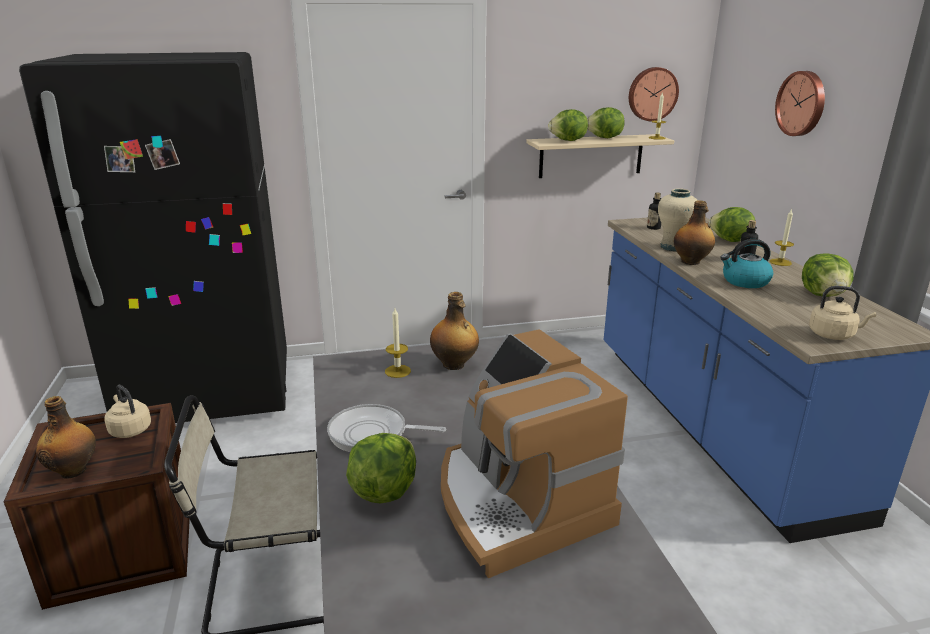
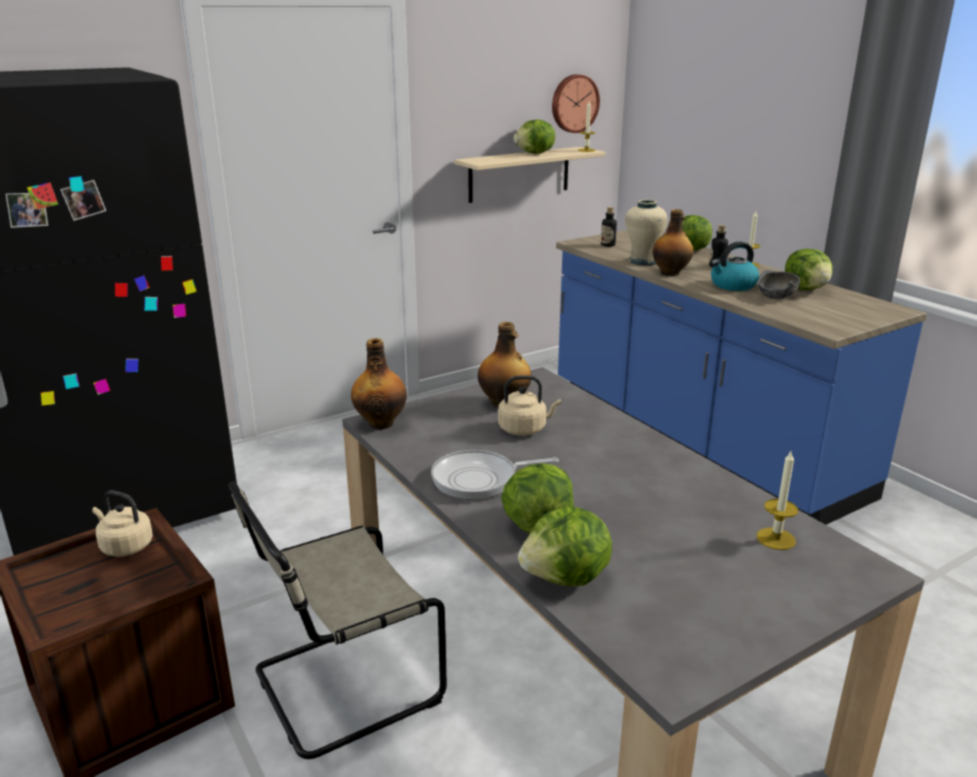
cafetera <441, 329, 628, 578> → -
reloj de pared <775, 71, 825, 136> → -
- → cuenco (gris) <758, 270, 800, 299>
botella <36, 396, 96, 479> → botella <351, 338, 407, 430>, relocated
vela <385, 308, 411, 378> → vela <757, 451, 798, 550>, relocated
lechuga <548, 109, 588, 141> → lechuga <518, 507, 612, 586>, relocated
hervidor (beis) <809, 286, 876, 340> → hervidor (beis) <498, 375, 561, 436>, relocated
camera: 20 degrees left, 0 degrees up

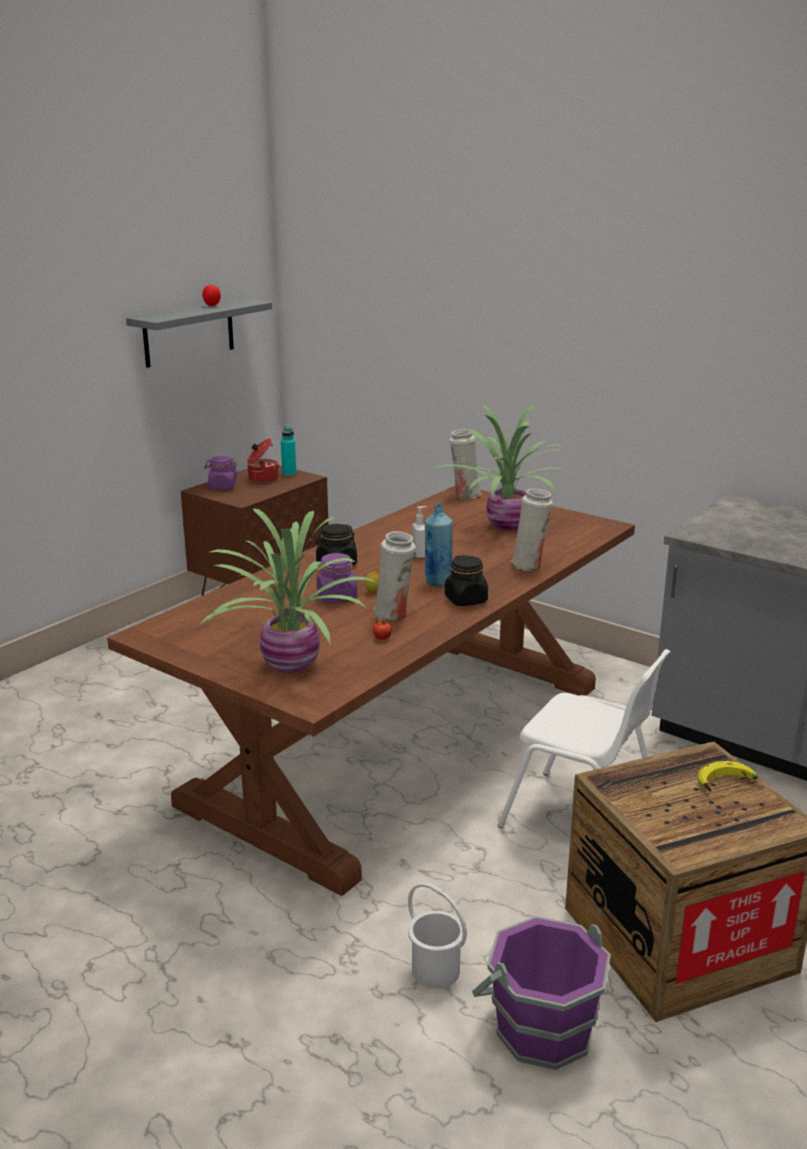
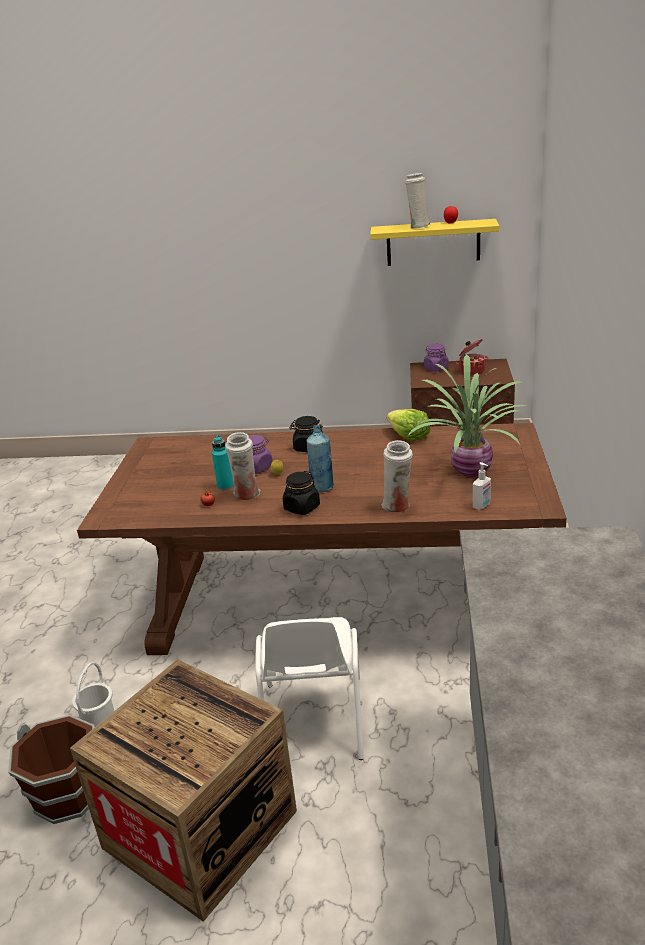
planta en maceta <201, 508, 378, 673> → -
plátano <697, 761, 758, 792> → -
- → lechuga <386, 409, 431, 441>
botella (turquesa) <281, 427, 296, 476> → botella (turquesa) <212, 436, 234, 490>, relocated
dispensador de jabón <412, 506, 427, 558> → dispensador de jabón <473, 462, 491, 510>, relocated
florero (blanco) <450, 429, 482, 499> → florero (blanco) <405, 173, 430, 229>, relocated
estante (gris) <126, 299, 272, 368> → estante (amarillo) <370, 219, 499, 266>
cubo (morado) <472, 916, 611, 1070> → cubo (marrón) <8, 715, 95, 824>
camera: 60 degrees right, 5 degrees up

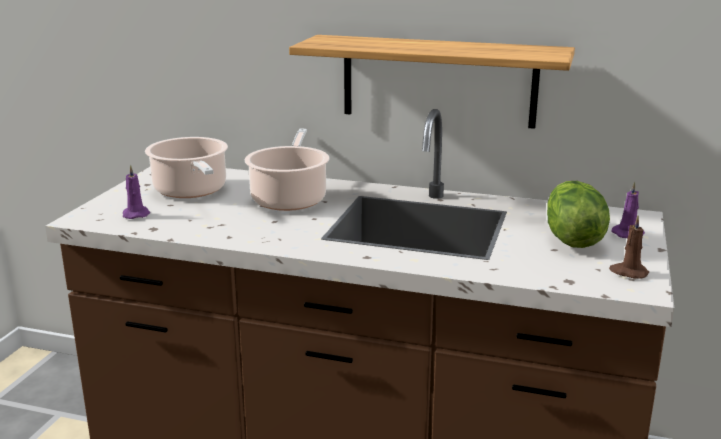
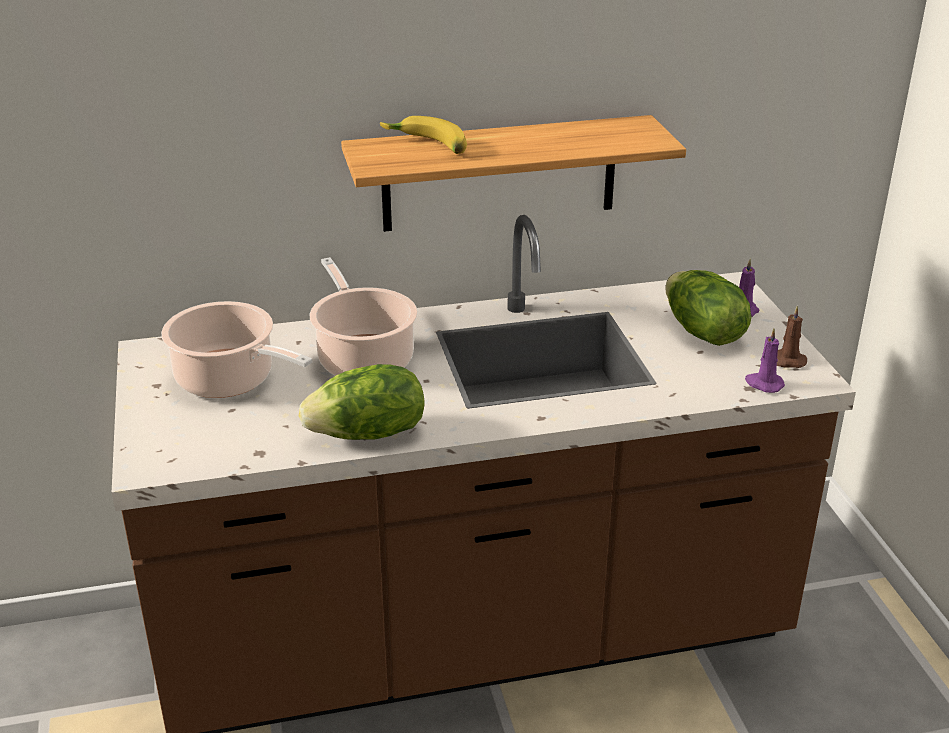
- → lechuga <299, 364, 425, 440>
- → plátano <380, 116, 467, 154>
vela (morado) <123, 165, 150, 219> → vela (morado) <745, 328, 785, 393>, relocated
camera: 30 degrees left, 10 degrees up

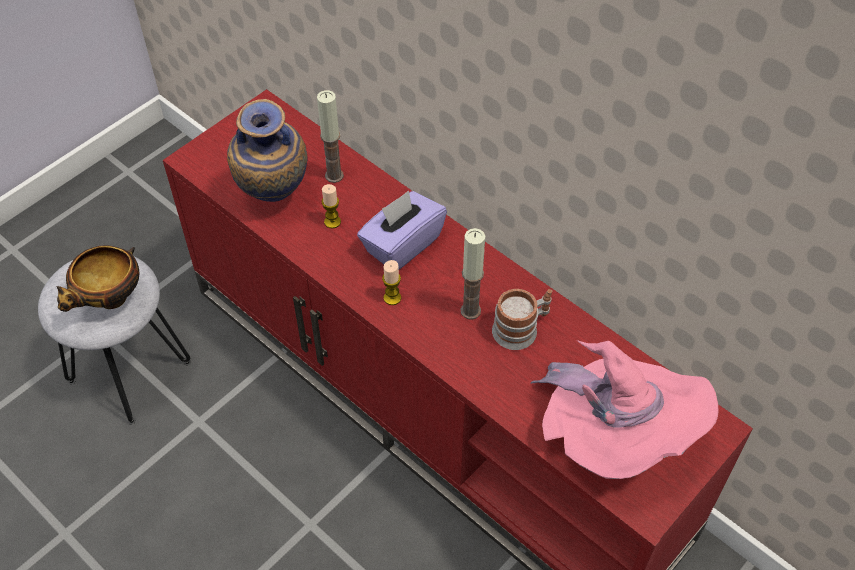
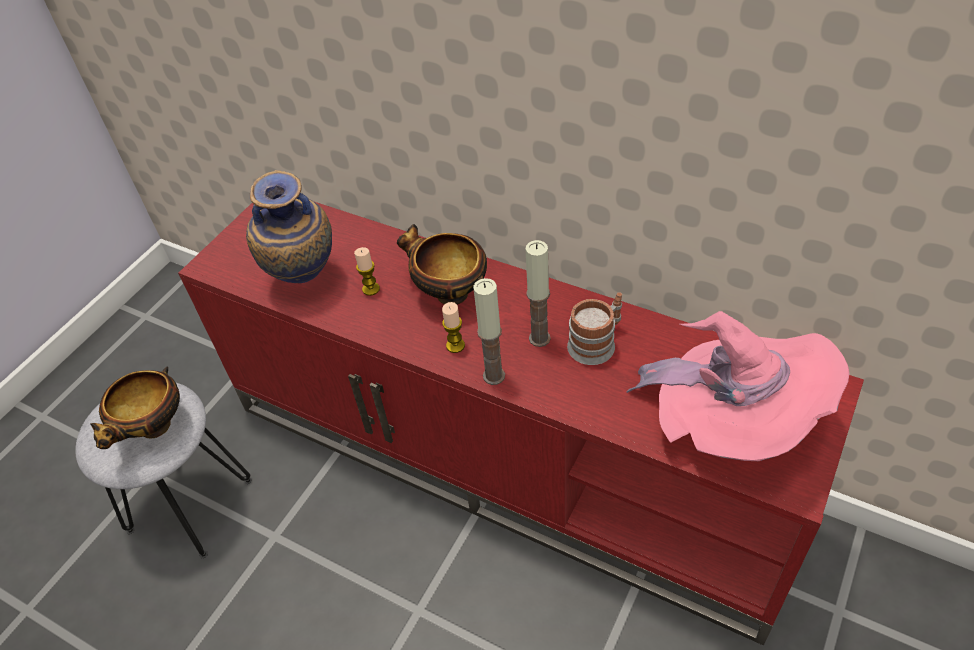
vela <317, 90, 344, 183> → vela <473, 278, 505, 385>, relocated
caja de pañuelos (morado) <357, 190, 447, 269> → cuenco <397, 224, 487, 305>
camera: 10 degrees left, 5 degrees down

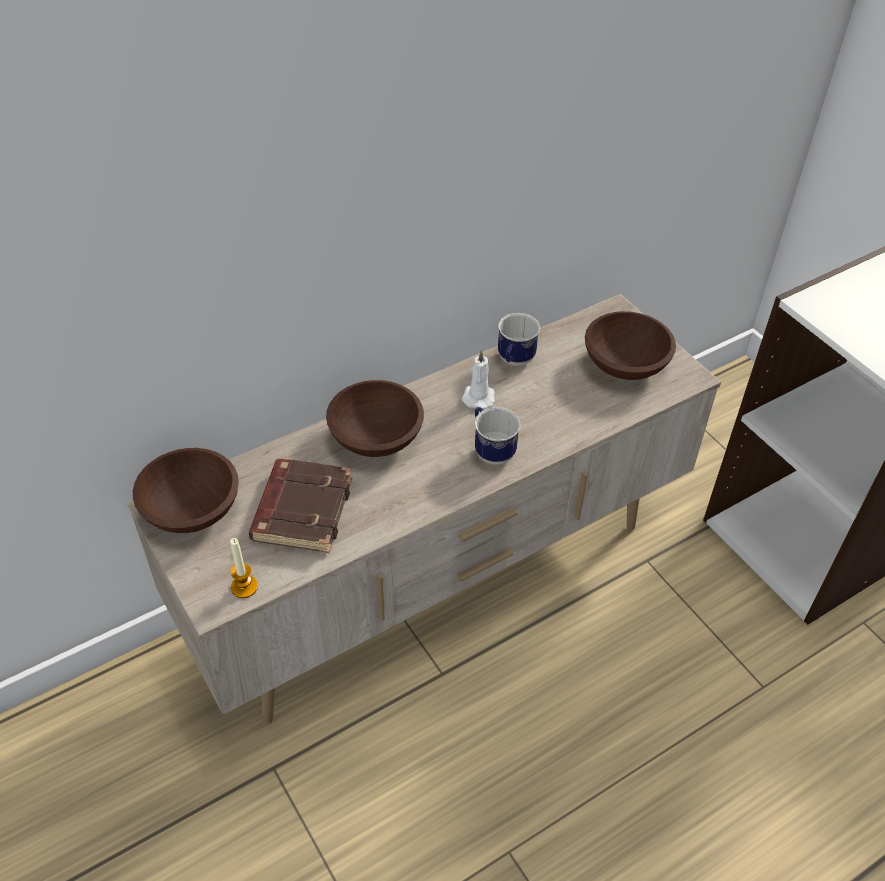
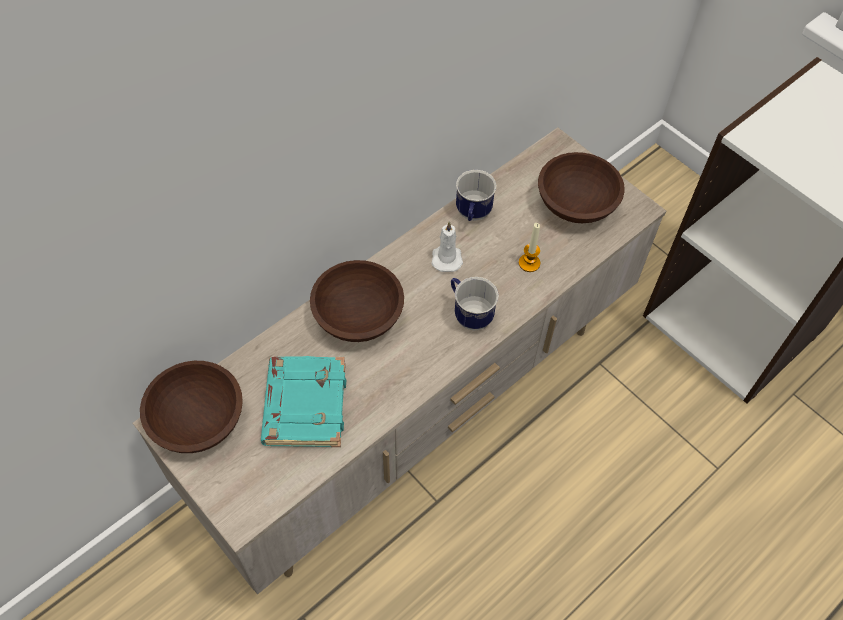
vela <230, 538, 258, 598> → vela <519, 223, 540, 272>, relocated
libro (marrón) <249, 459, 352, 553> → libro (turquesa) <261, 356, 346, 447>
camera: 10 degrees left, 10 degrees up

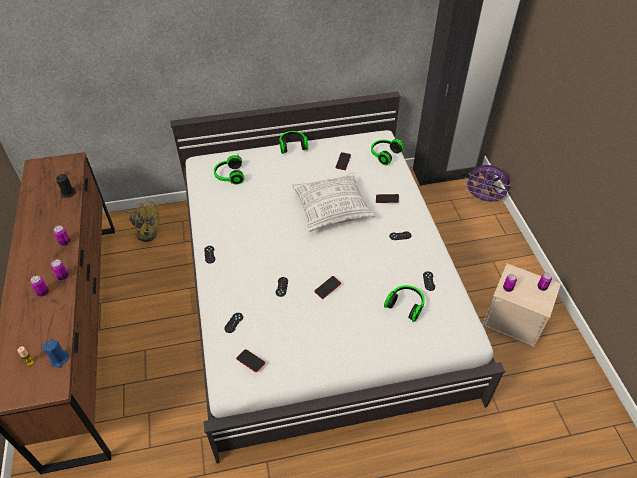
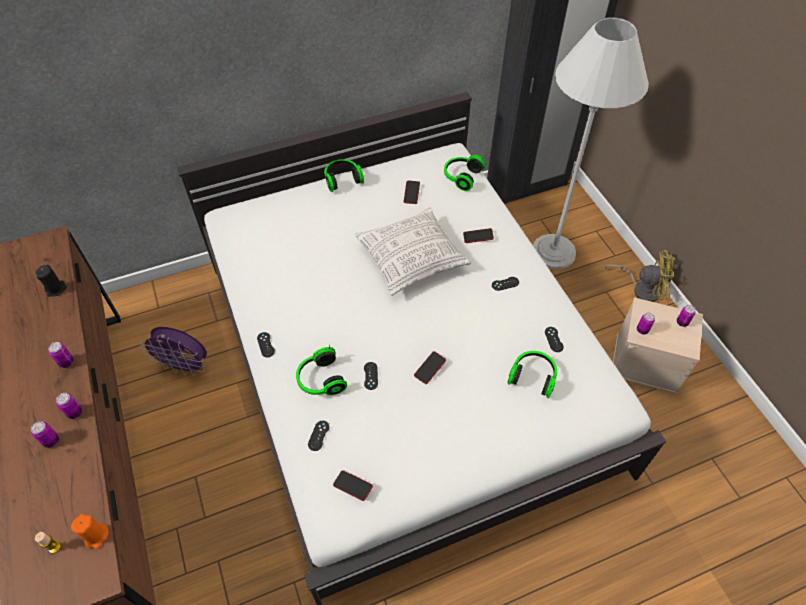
- → lámpara de pie (blanco) <533, 17, 649, 269>
ventilador (amarillo) <124, 201, 160, 242> → ventilador (amarillo) <605, 250, 675, 302>, relocated
auriculares <214, 155, 245, 185> → auriculares <296, 344, 347, 395>, relocated
ventilador (morado) <464, 165, 511, 205> → ventilador (morado) <140, 327, 207, 376>, relocated
vela (azul) <43, 339, 69, 368> → vela (naranja) <71, 514, 109, 549>
camera: 10 degrees left, 5 degrees up

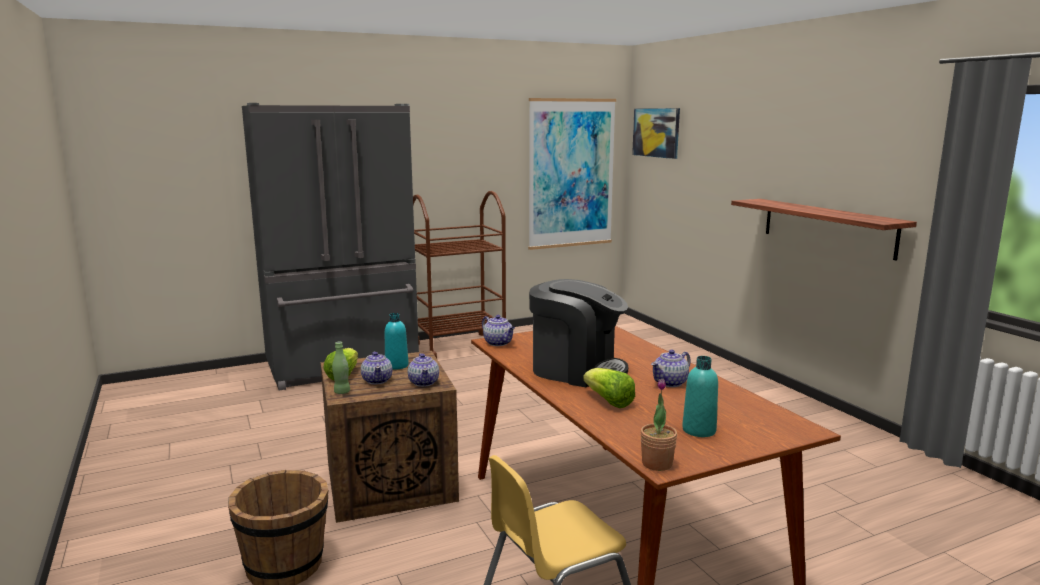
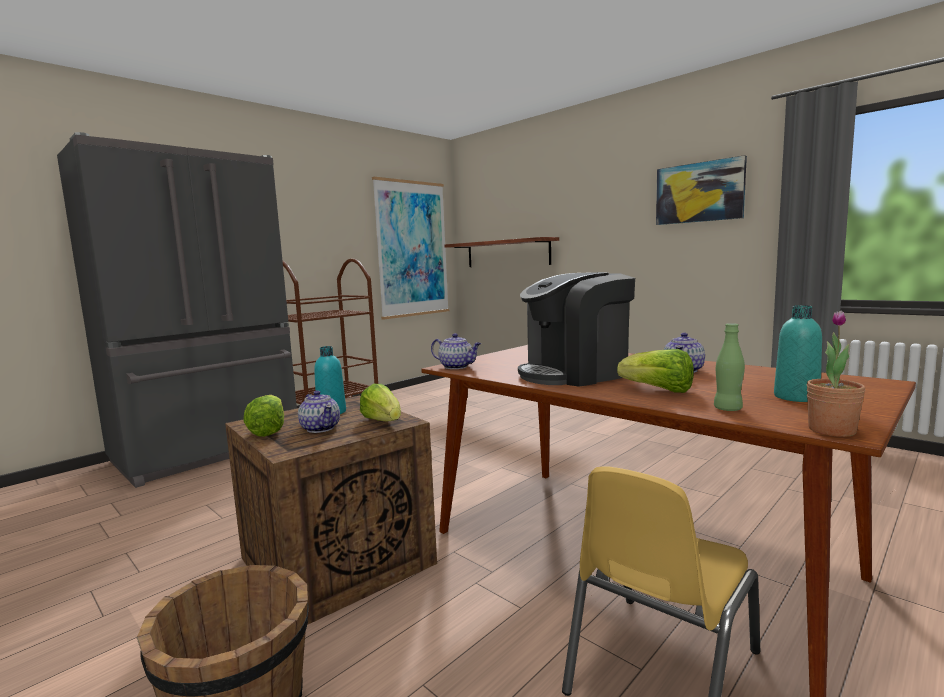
botella (verde) <332, 342, 350, 394> → botella (verde) <714, 323, 745, 411>, relocated
cuadro <632, 108, 680, 159> → cuadro <656, 155, 747, 225>, relocated
estante <731, 199, 917, 260> → estante <444, 237, 559, 267>, relocated
tetera <408, 353, 439, 387> → lechuga <360, 384, 401, 421>
cafetera <529, 279, 628, 387> → cafetera <518, 272, 635, 387>, 150 degrees clockwise
camera: 20 degrees left, 5 degrees down

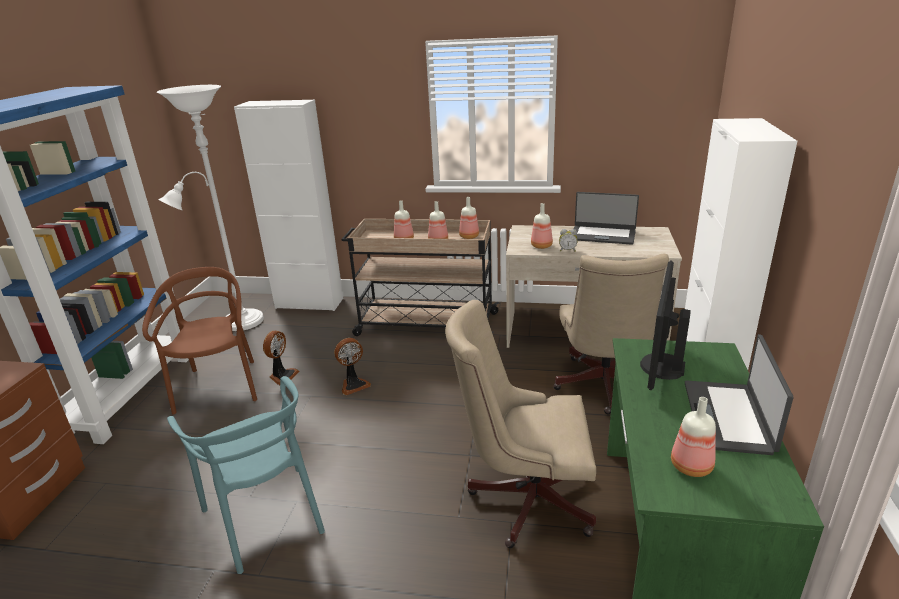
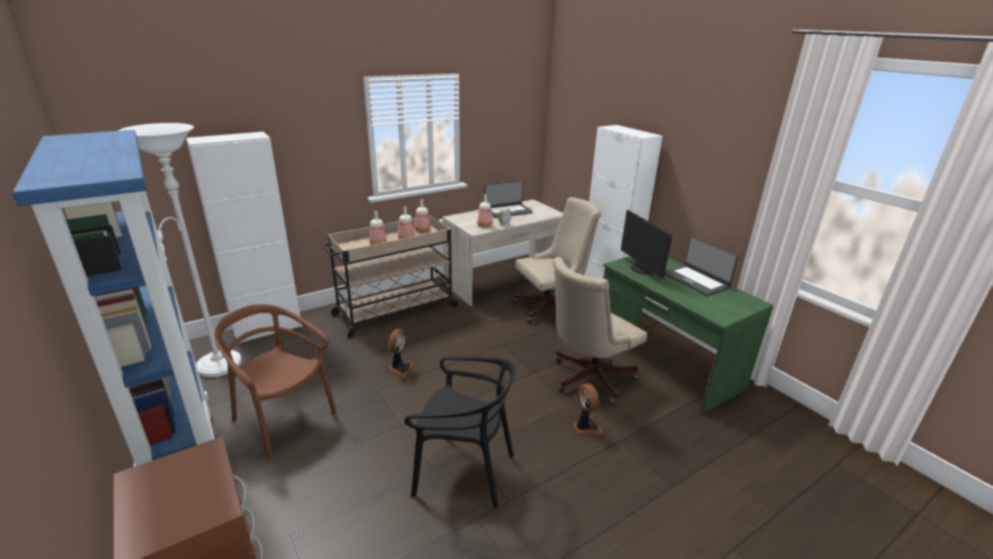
botella <671, 397, 716, 477> → -
ventilador <263, 331, 300, 385> → ventilador <573, 383, 603, 435>, relocated
silla (turquesa) <167, 376, 325, 574> → silla (negro) <404, 355, 516, 508>
silla de oficina (beis) <553, 254, 669, 414> → silla de oficina (beis) <513, 197, 601, 323>, 75 degrees counterclockwise
camera: 45 degrees left, 0 degrees up

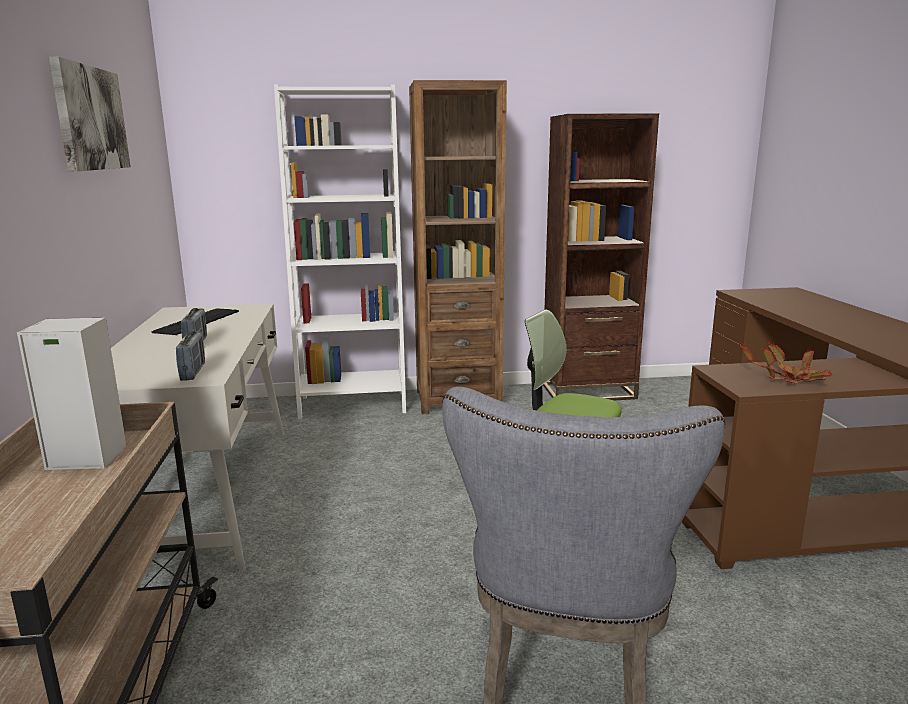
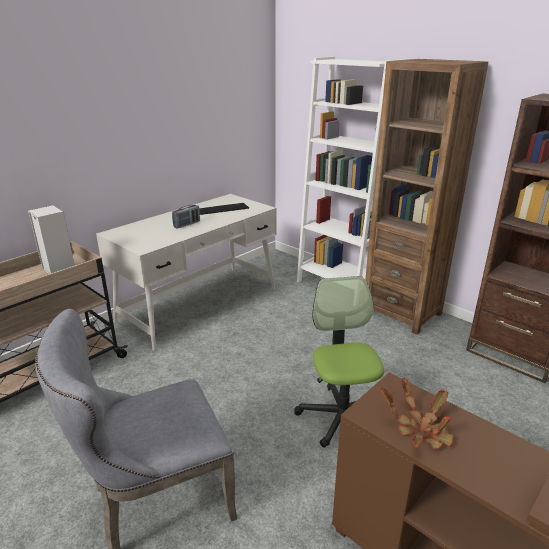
cuadro <49, 56, 131, 172> → -
radio <176, 331, 205, 381> → -
camera: 50 degrees right, 10 degrees up

